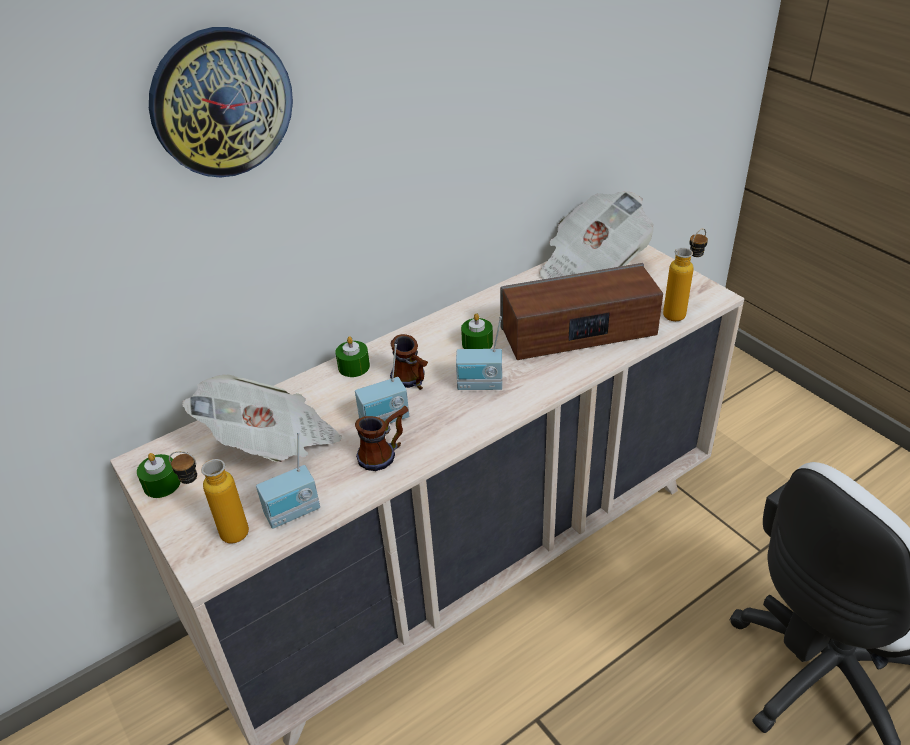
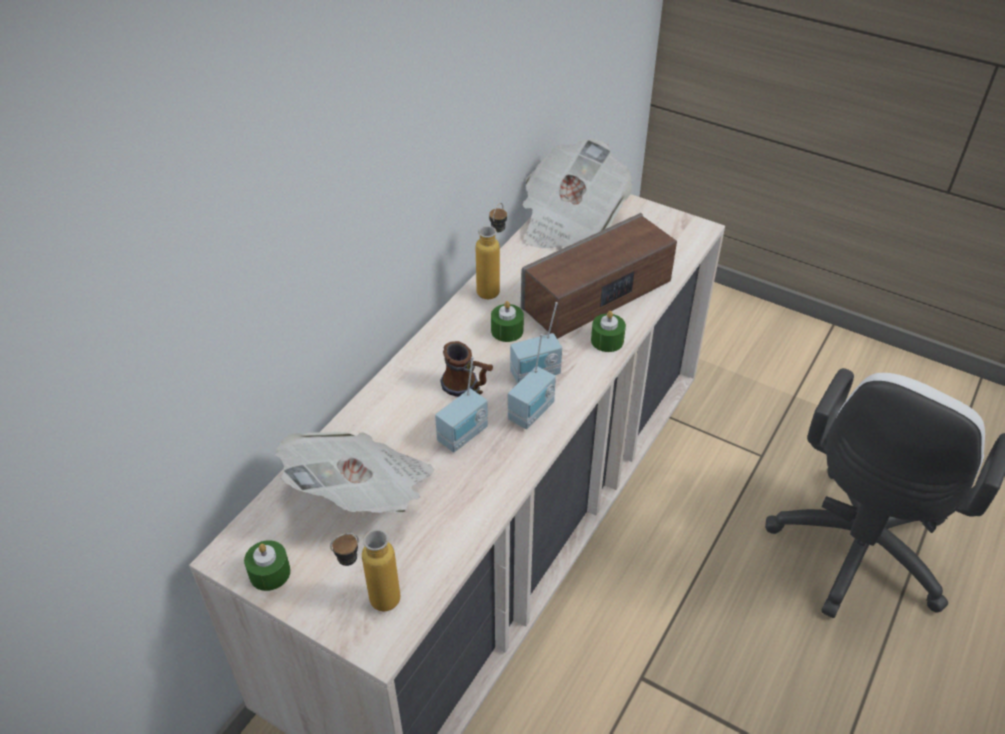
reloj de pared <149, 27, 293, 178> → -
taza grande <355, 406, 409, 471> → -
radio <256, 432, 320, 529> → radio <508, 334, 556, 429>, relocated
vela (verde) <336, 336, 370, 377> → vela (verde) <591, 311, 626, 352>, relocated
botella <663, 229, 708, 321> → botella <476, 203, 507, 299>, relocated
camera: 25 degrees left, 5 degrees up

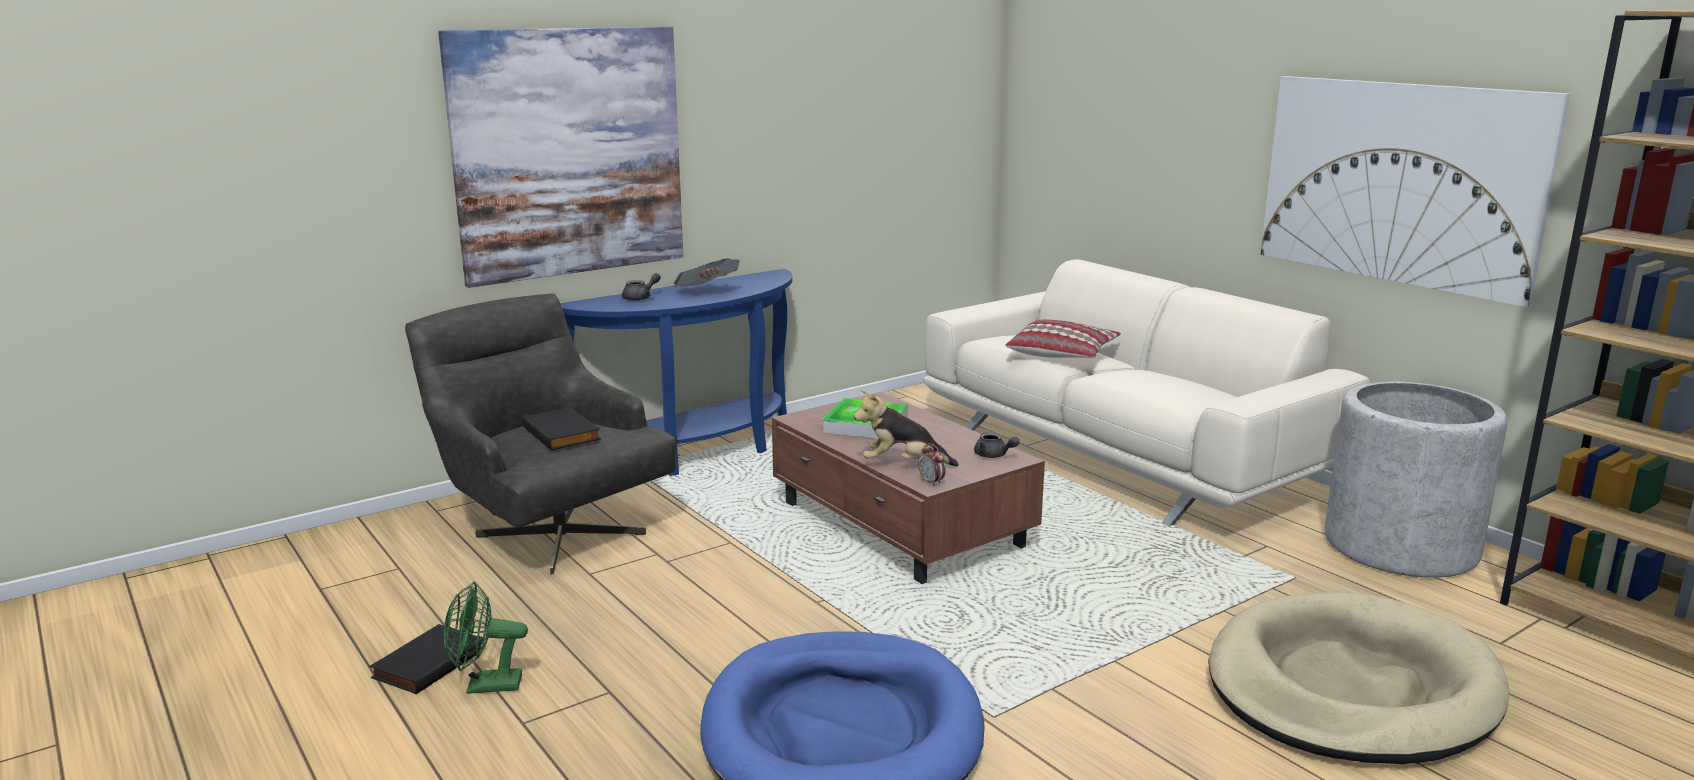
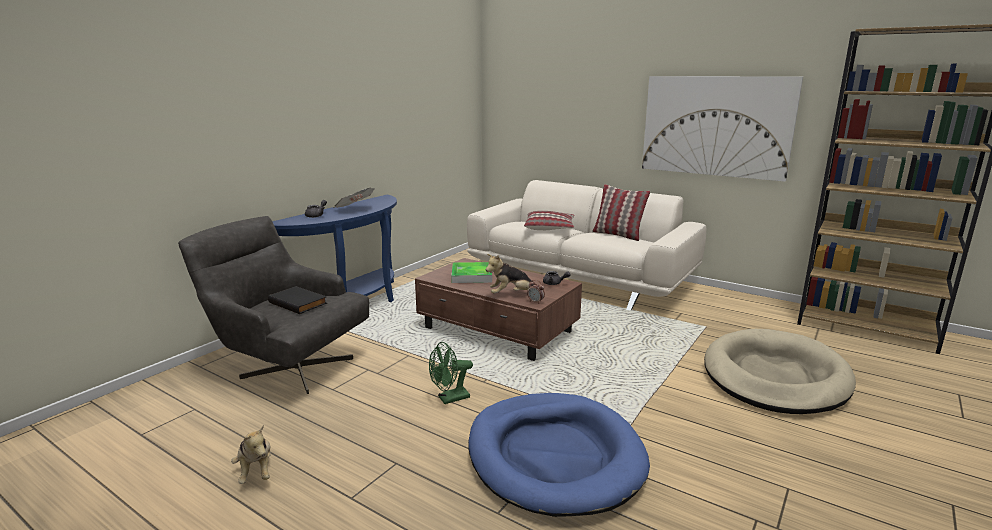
cuadro <438, 27, 683, 288> → -
maceta (gris) <1325, 382, 1507, 578> → -
- → cojín <592, 184, 650, 241>
ventilador (verde) <444, 582, 528, 694> → ventilador (verde) <429, 342, 473, 404>, relocated
libro (negro) <370, 624, 484, 694> → peluche <231, 425, 271, 484>
camera: 20 degrees left, 0 degrees up

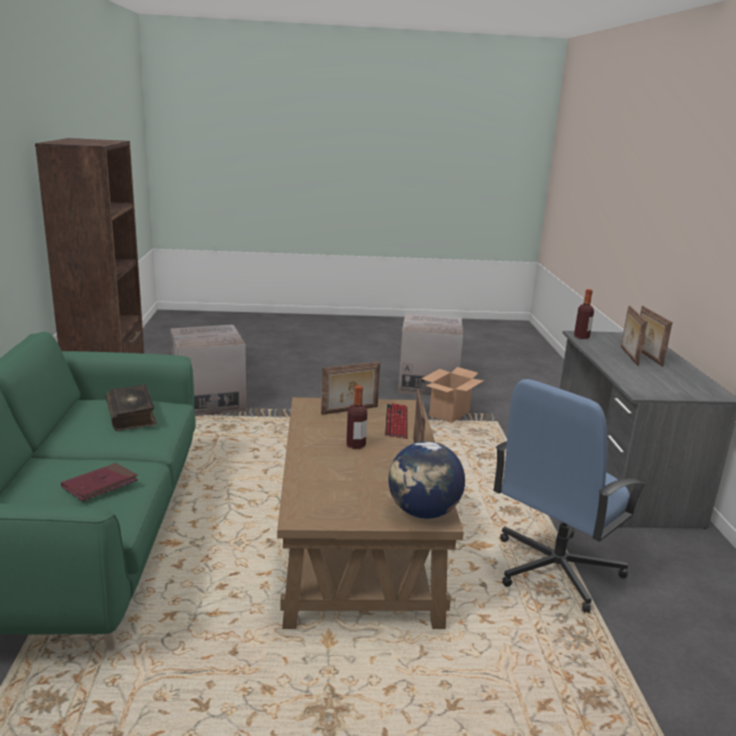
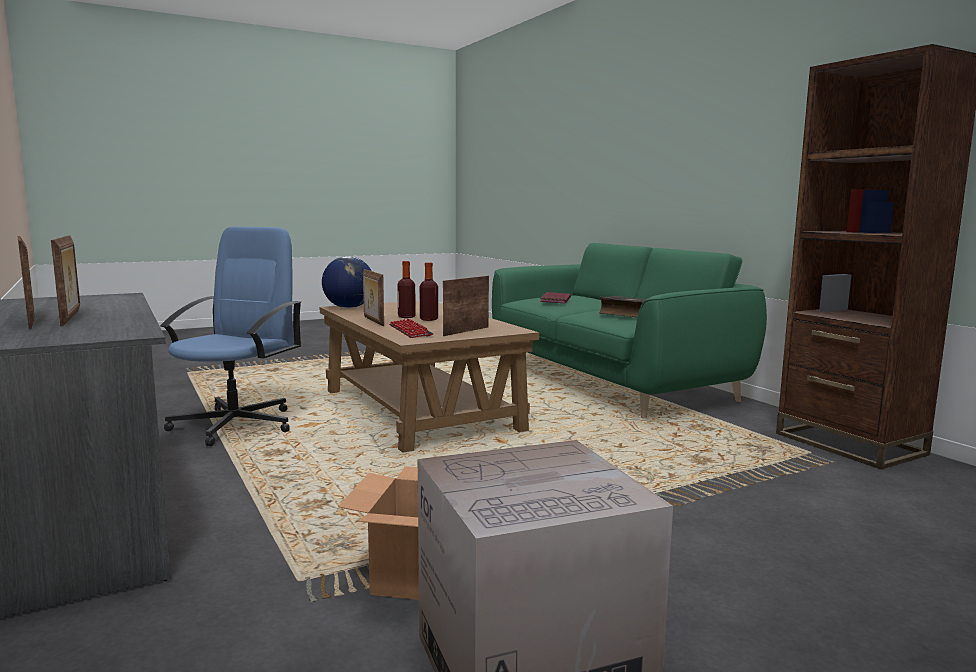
caja de cartón <170, 325, 246, 416> → -
botella <574, 289, 594, 339> → botella <397, 261, 416, 318>, relocated
camera: 155 degrees right, 10 degrees down

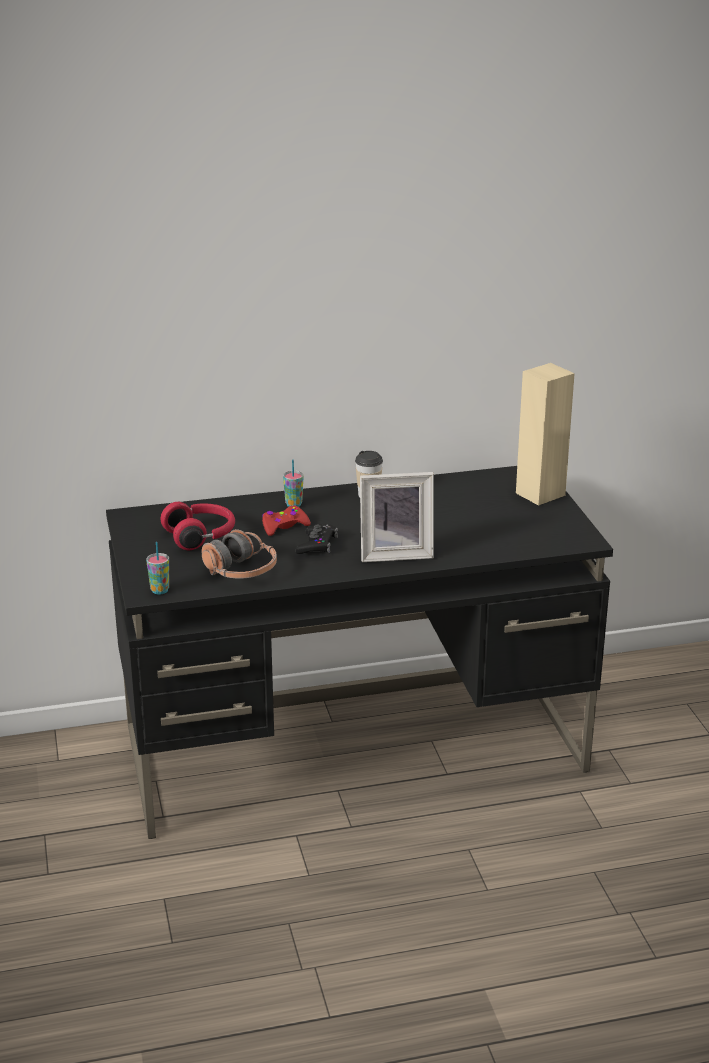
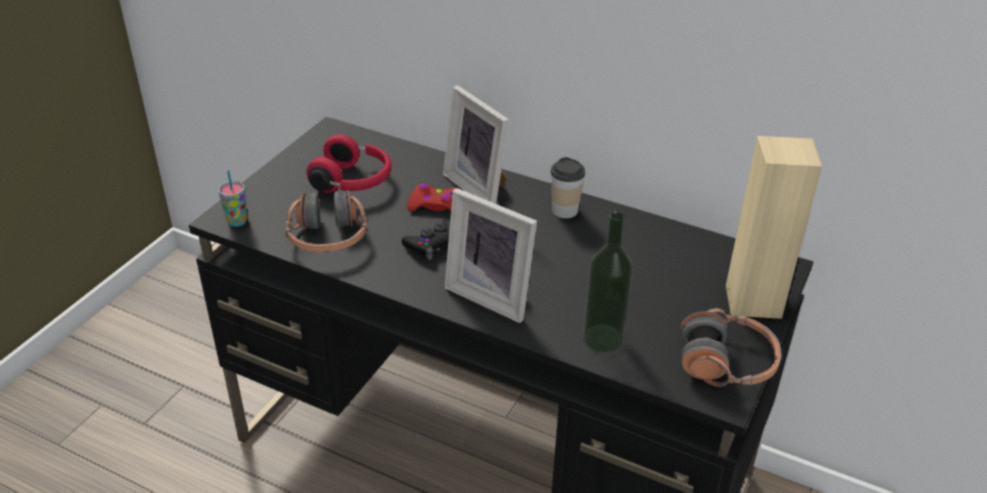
- → botella <582, 212, 633, 352>
- → auriculares <681, 308, 781, 387>
taza <283, 460, 304, 507> → portarretratos <443, 86, 509, 204>
camera: 40 degrees right, 10 degrees up

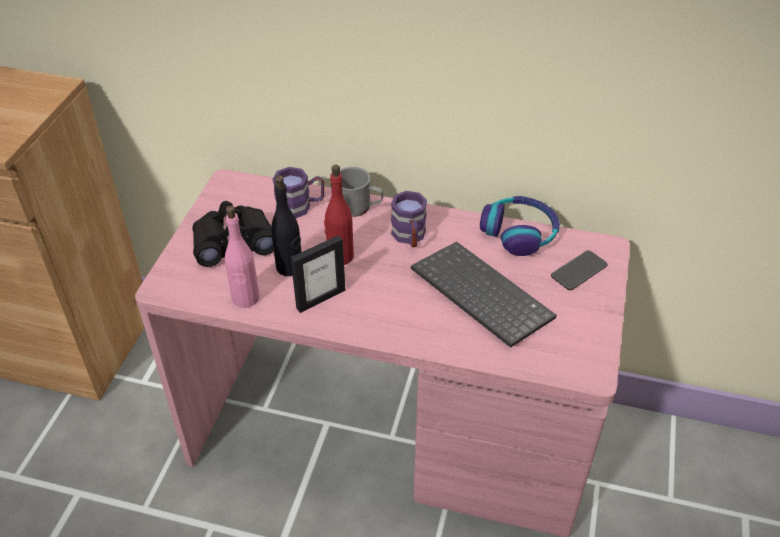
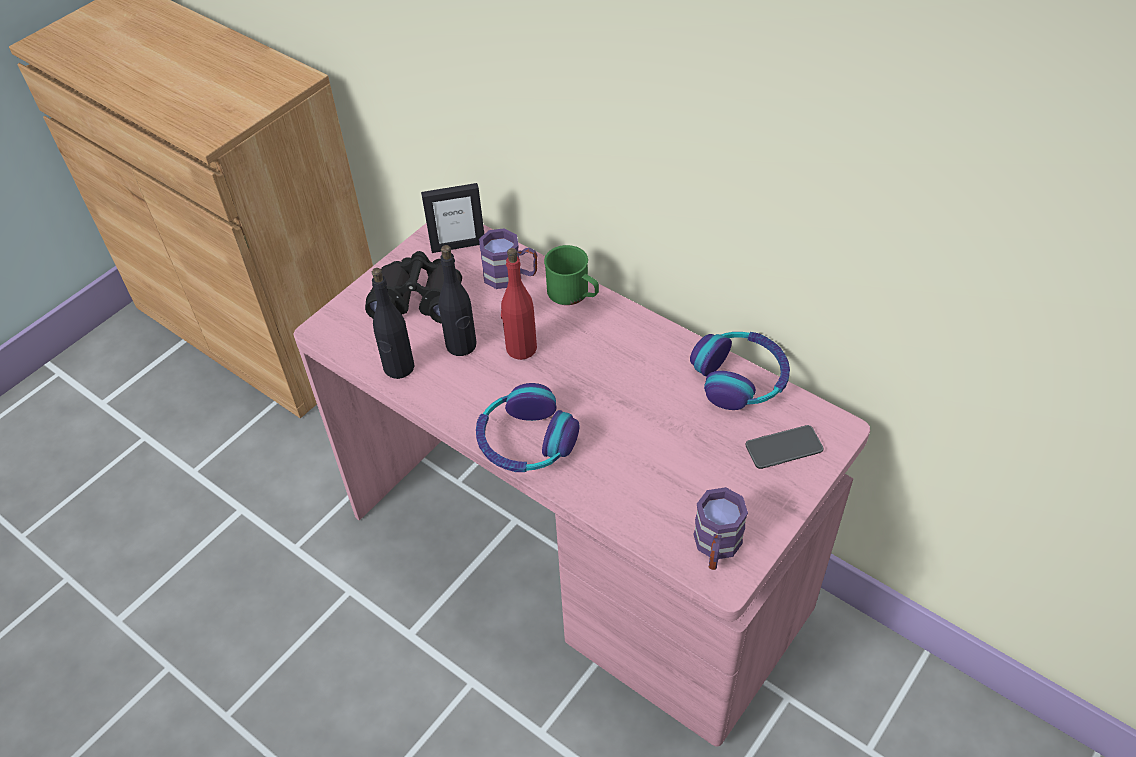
teclado <411, 241, 557, 348> → -
- → auriculares <476, 383, 579, 472>
portarretratos <291, 235, 345, 313> → portarretratos <421, 183, 484, 253>, relocated
taza grande (morado) <391, 191, 427, 247> → taza grande (morado) <693, 487, 748, 570>, relocated
botella (rosa) <225, 205, 260, 308> → botella (negro) <372, 268, 415, 379>
taza grande (gris) <340, 167, 383, 217> → taza grande (verde) <544, 245, 599, 305>
camera: 25 degrees right, 5 degrees up

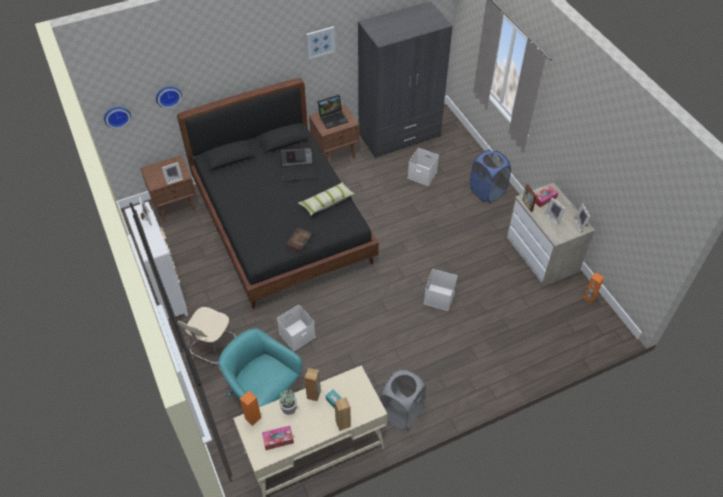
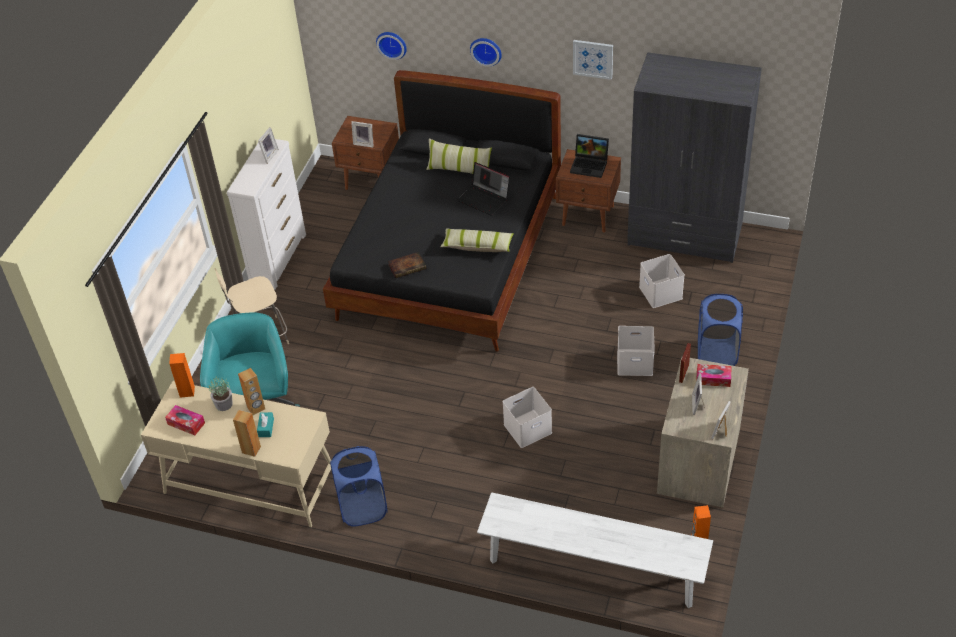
- → cojín <426, 138, 492, 174>
- → banco (blanco) <477, 492, 713, 608>
reloj de pared <104, 107, 131, 129> → reloj de pared <470, 38, 502, 67>, relocated
caja de almacenaje (blanco) <277, 305, 316, 351> → caja de almacenaje (blanco) <617, 326, 655, 376>, relocated
cesto de la ropa (gris) <380, 368, 426, 430> → cesto de la ropa (azul) <330, 446, 388, 527>
camera: 45 degrees right, 5 degrees down

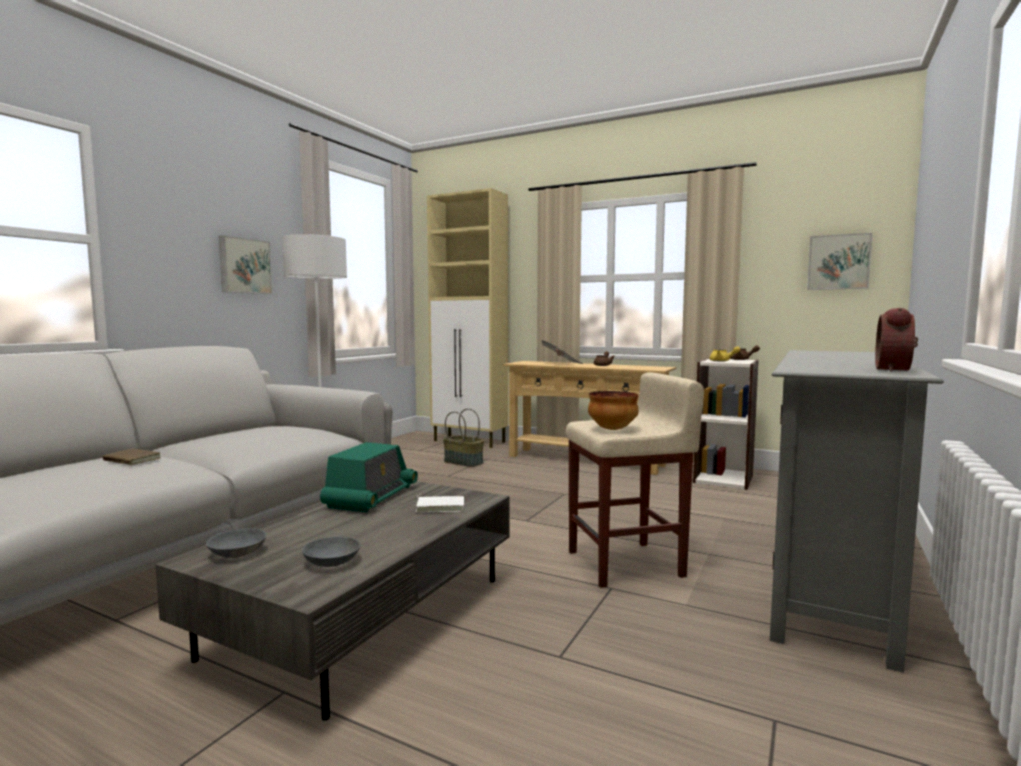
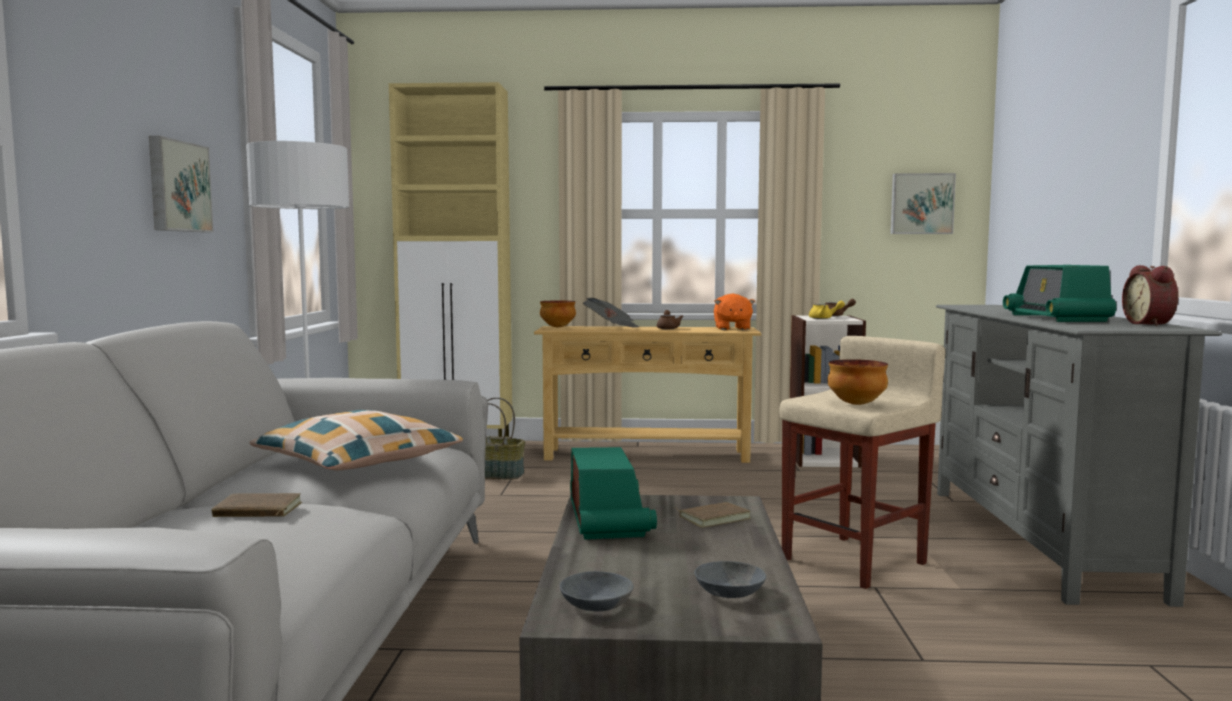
- → cojín <249, 410, 463, 471>
- → cuenco <540, 300, 576, 327>
- → peluche (naranja) <714, 294, 755, 330>
- → radio <1003, 265, 1116, 322>
libro (blanco) <415, 495, 464, 513> → libro (marrón) <673, 502, 751, 528>
camera: 25 degrees left, 0 degrees up

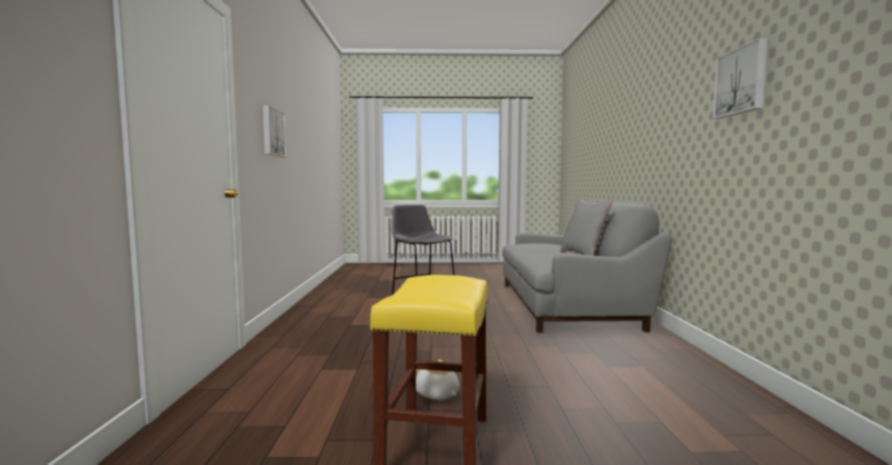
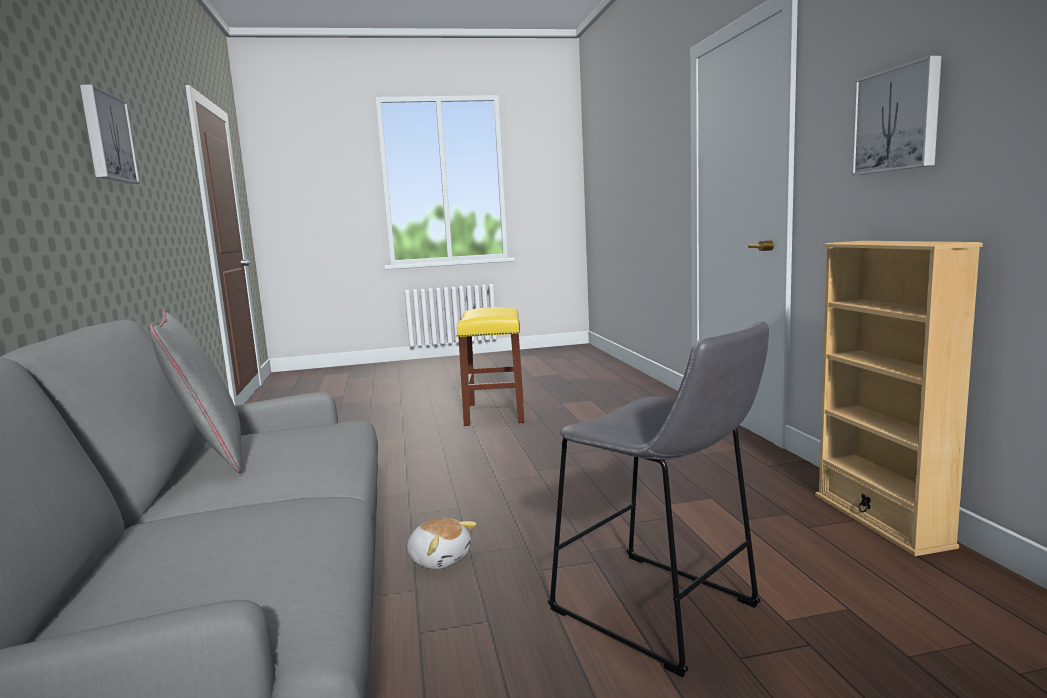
- → estantería (beis) <815, 241, 983, 556>
peluche <416, 359, 460, 400> → peluche <407, 518, 477, 569>, relocated
camera: 170 degrees right, 5 degrees up

